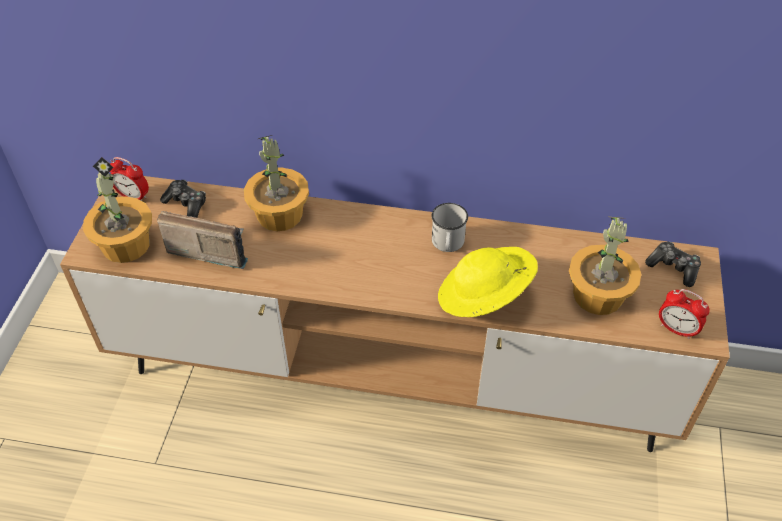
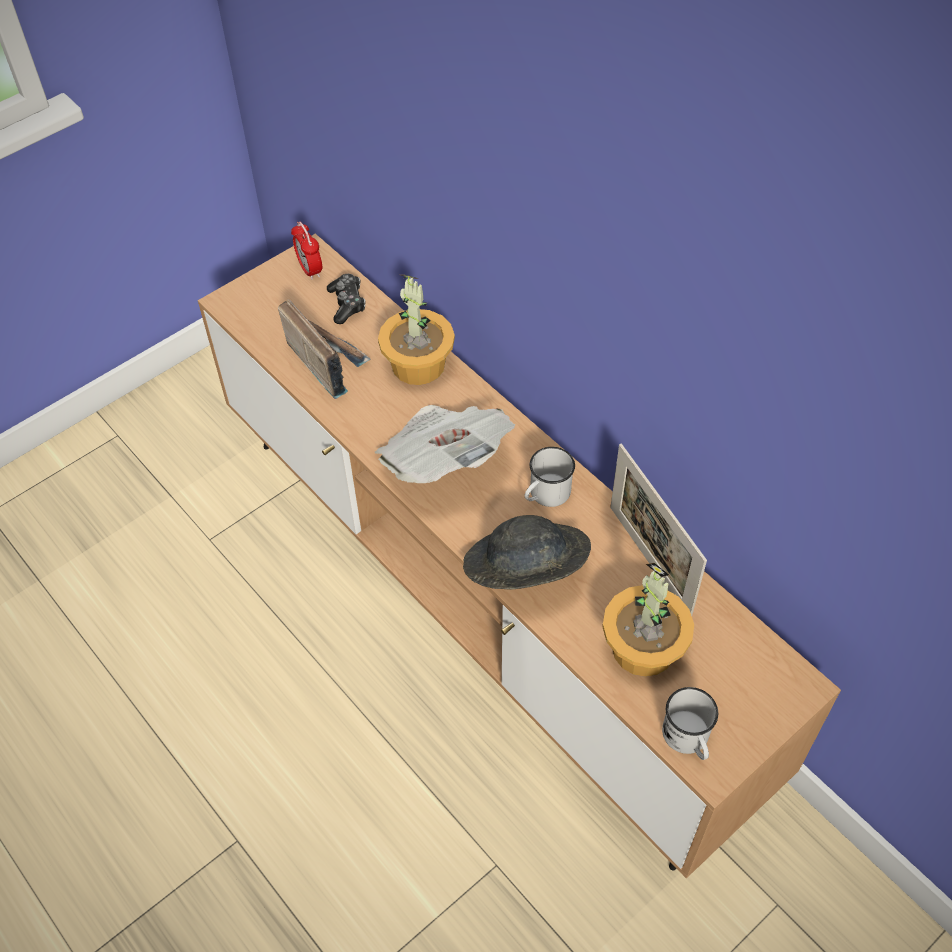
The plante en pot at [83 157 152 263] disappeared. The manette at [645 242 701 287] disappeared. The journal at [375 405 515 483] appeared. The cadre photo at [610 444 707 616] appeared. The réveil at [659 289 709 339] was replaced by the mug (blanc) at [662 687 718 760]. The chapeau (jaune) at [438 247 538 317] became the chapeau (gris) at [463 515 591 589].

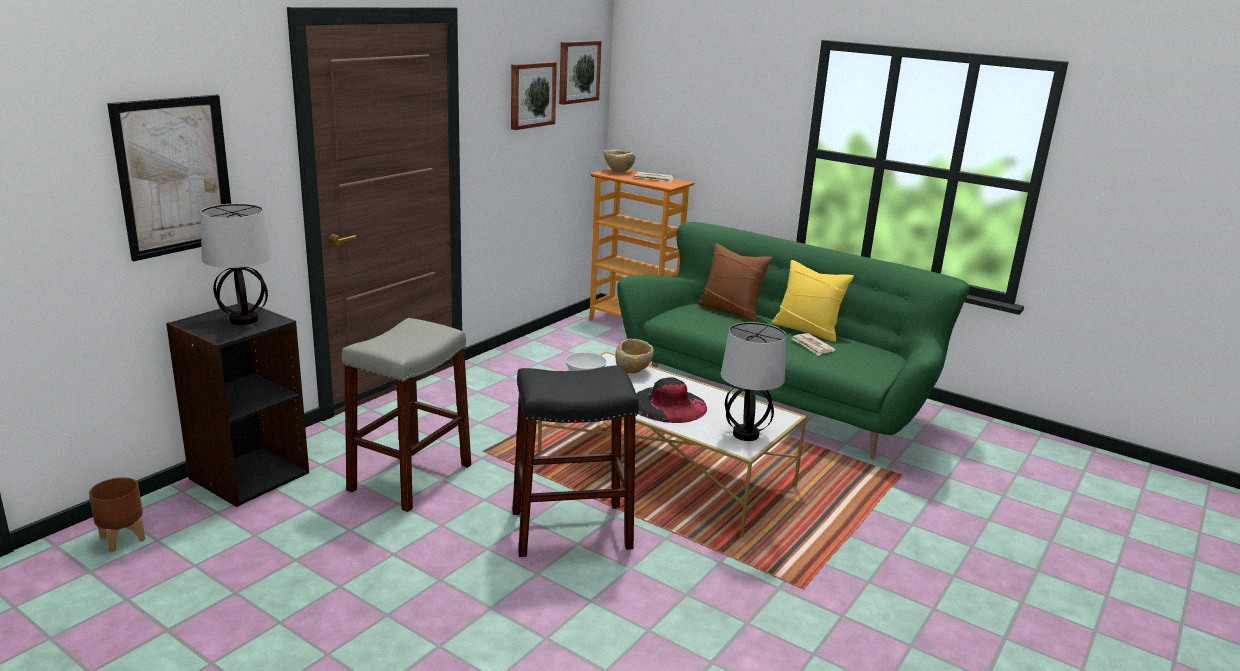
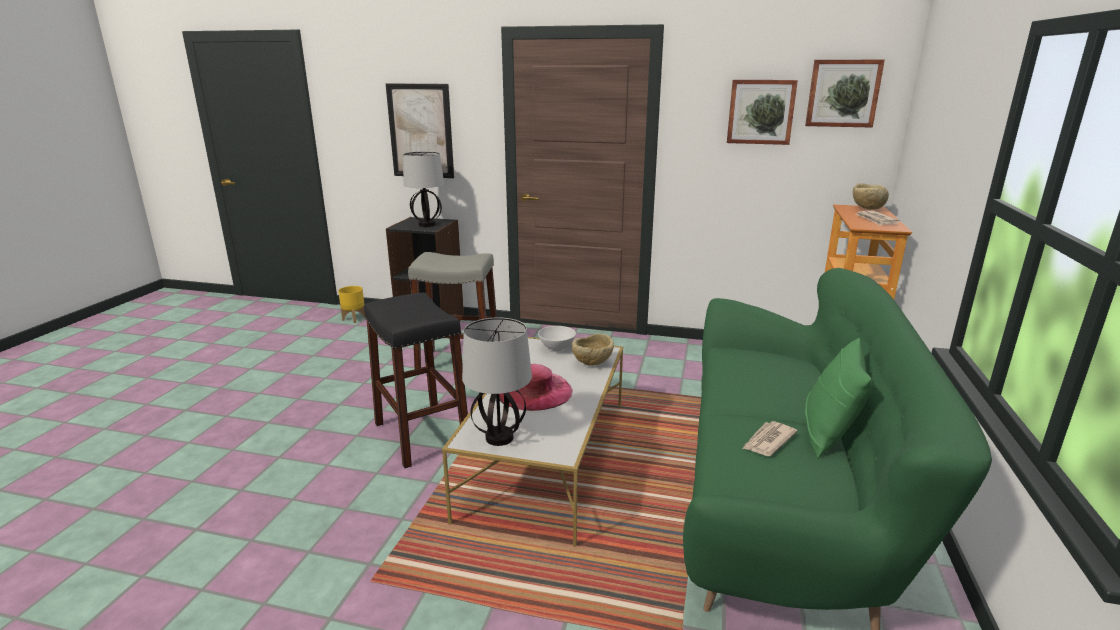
The coussin (marron) at [698 243 772 321] disappeared. The cache-pot (marron) at [89 477 145 552] became the cache-pot (jaune) at [338 286 365 323]. The chapeau (noir) at [636 377 707 423] became the chapeau (rose) at [499 364 573 411]. The coussin (jaune) at [772 260 854 342] became the coussin (vert) at [805 338 873 458].

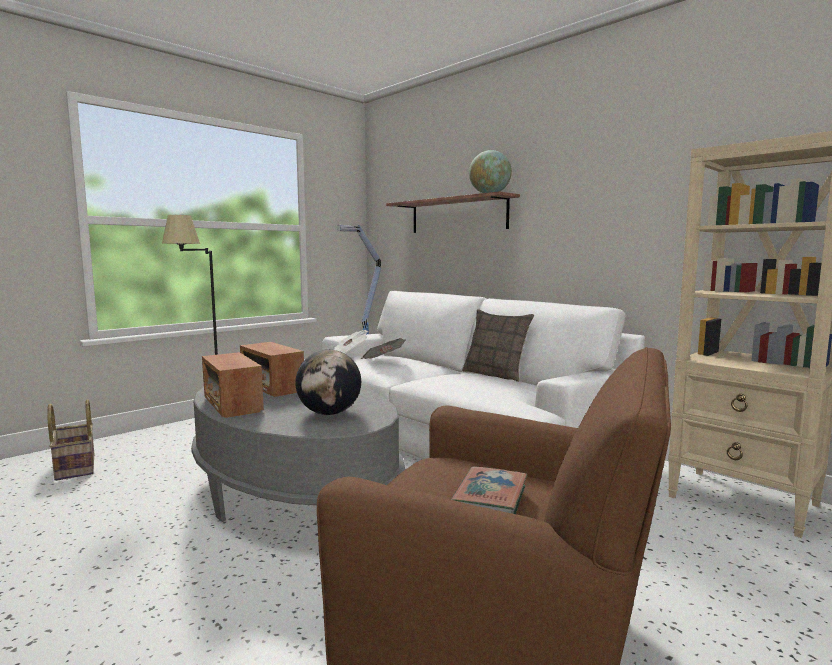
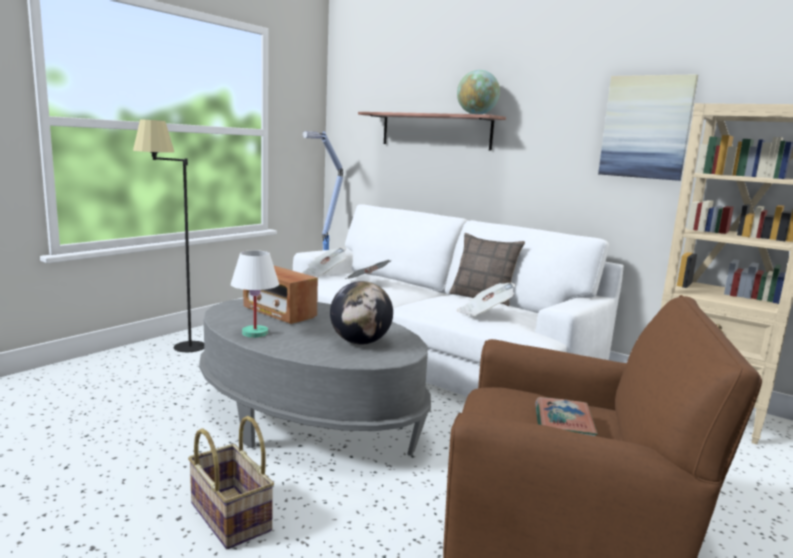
The journal at [457 283 516 316] appeared. The tableau at [598 74 698 181] appeared. The panier moved from [47 399 94 481] to [188 416 274 549]. The radio at [202 352 264 418] was replaced by the lampe de table (blanc) at [230 250 279 338].

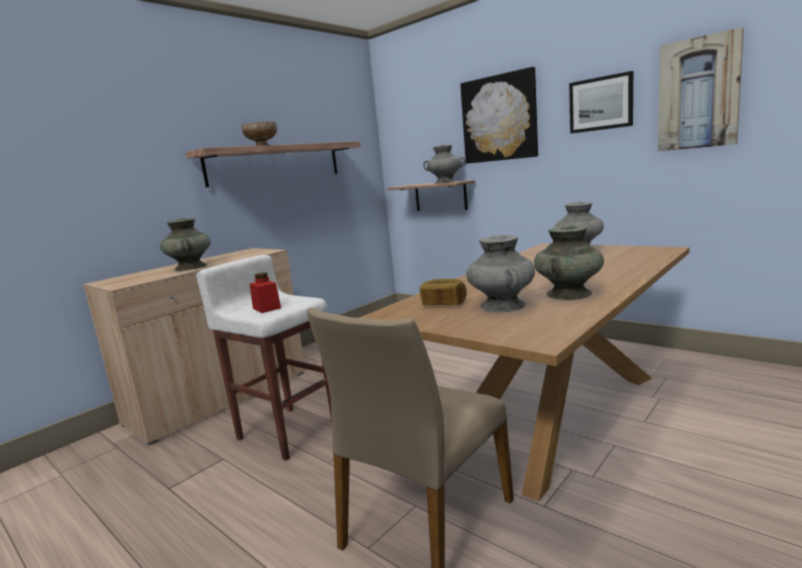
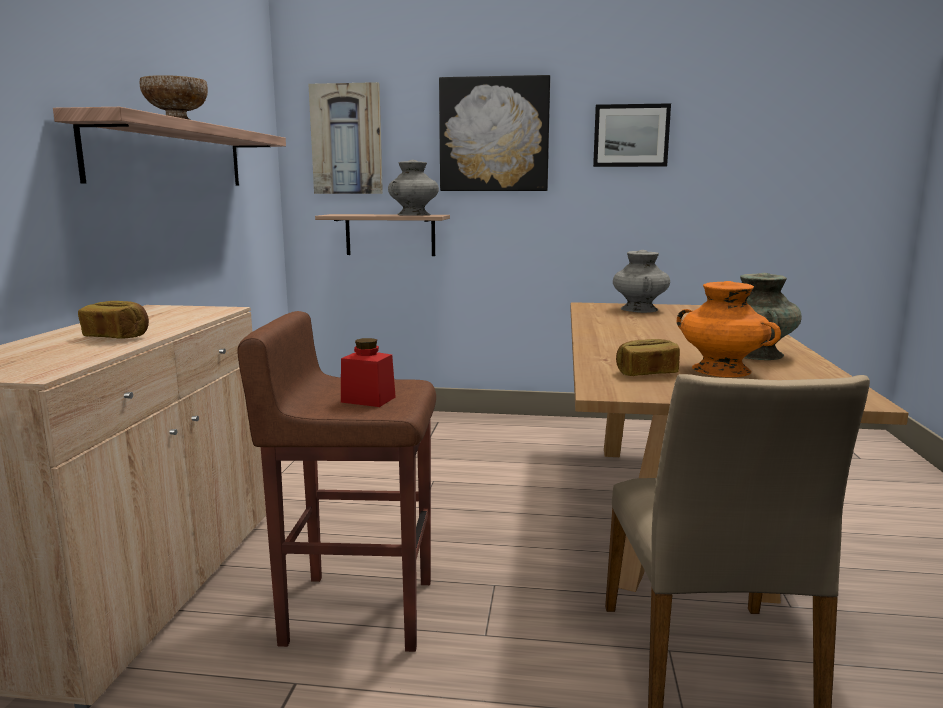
The tableau moved from [658 27 744 152] to [308 82 383 194]. The vase (turquoise) at [160 218 211 271] was replaced by the pain at [78 301 149 339]. The tabouret (blanc) at [196 255 332 460] became the tabouret (marron) at [237 311 436 652]. The vase (gris) at [466 235 535 312] became the vase (orange) at [676 281 781 377].

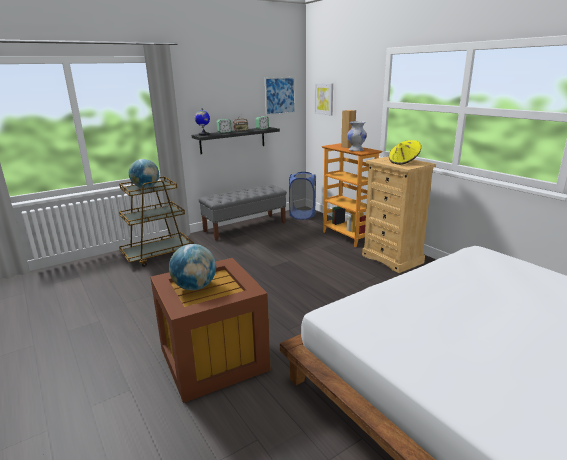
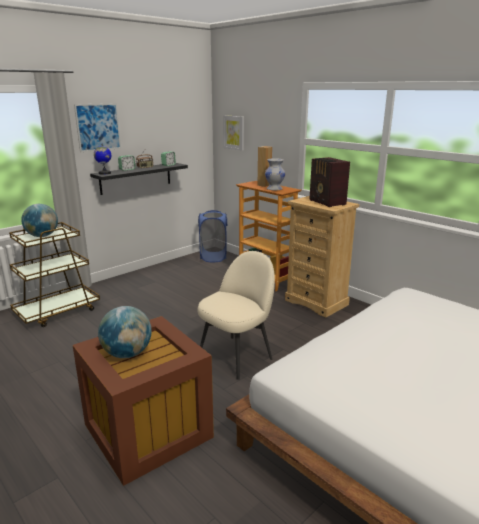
The banc (gris) at [198 184 287 241] disappeared. The chaise (beige) at [198 251 275 380] appeared. The tableau moved from [265 77 295 116] to [74 103 121 152]. The chapeau (jaune) at [389 140 421 165] was replaced by the radio at [309 157 350 207].

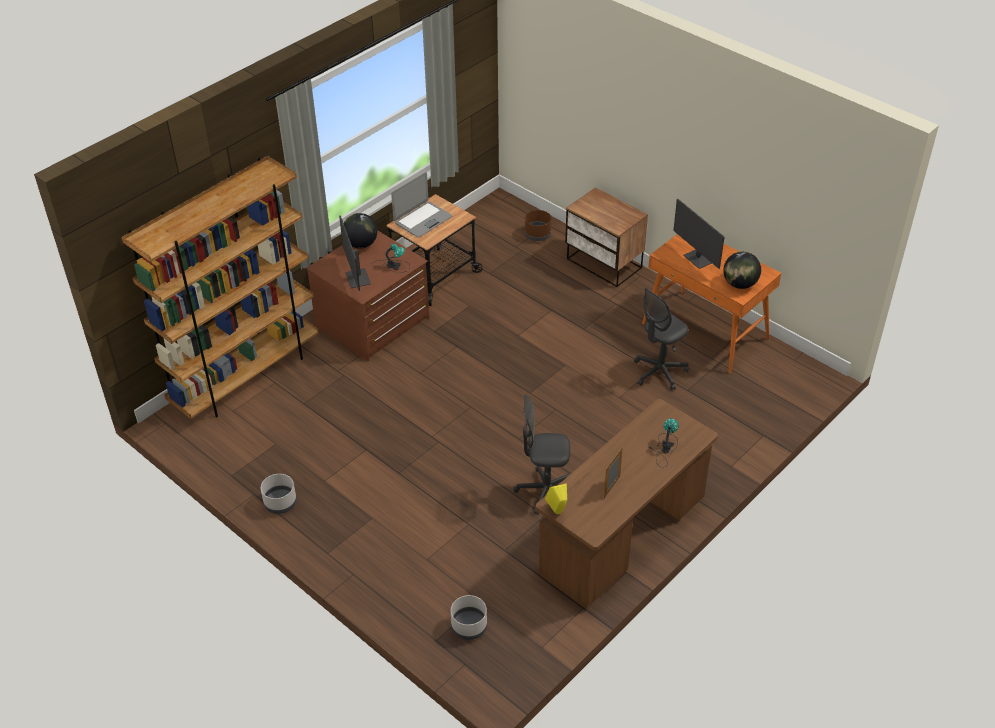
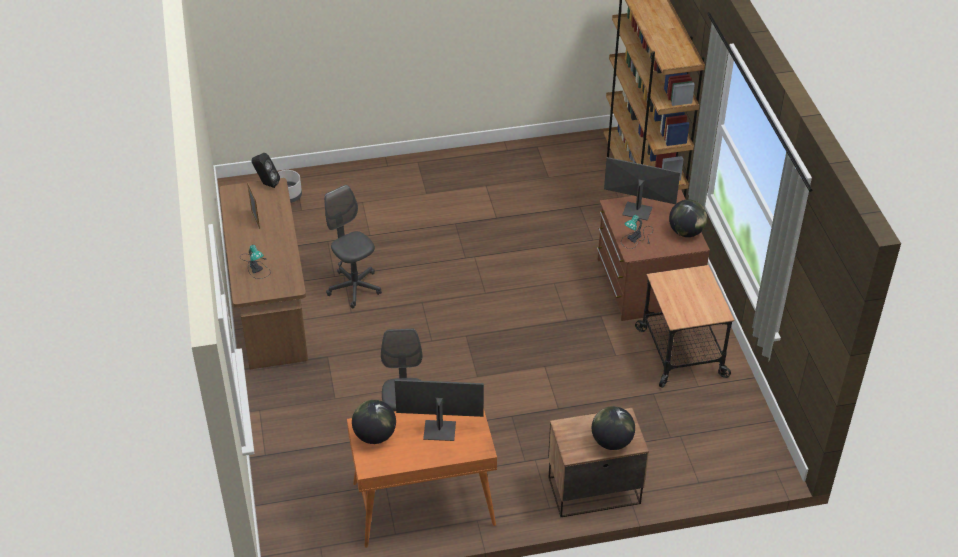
The cache-pot (gris) at [261 474 297 514] disappeared. The ordinateur portable at [391 172 452 237] disappeared. The cache-pot (marron) at [525 210 552 241] disappeared. The globe at [592 406 635 450] appeared. The enceinte (jaune) at [545 483 567 514] became the enceinte (noir) at [251 153 280 188]. The chaise de bureau (gris) at [514 394 571 515] turned 75 degrees counterclockwise.

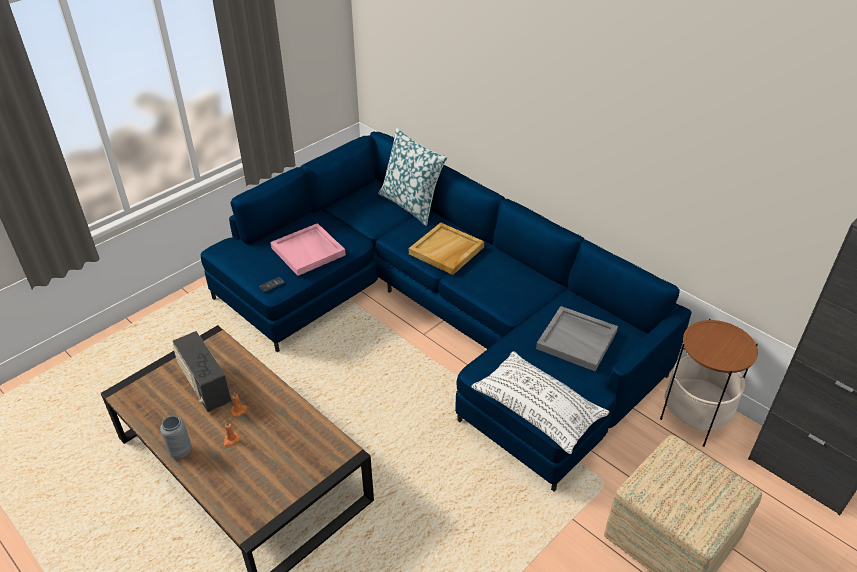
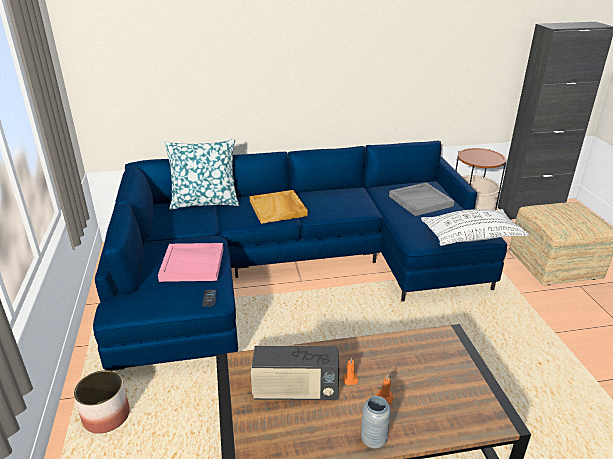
The cache-pot at [74 370 130 434] appeared.

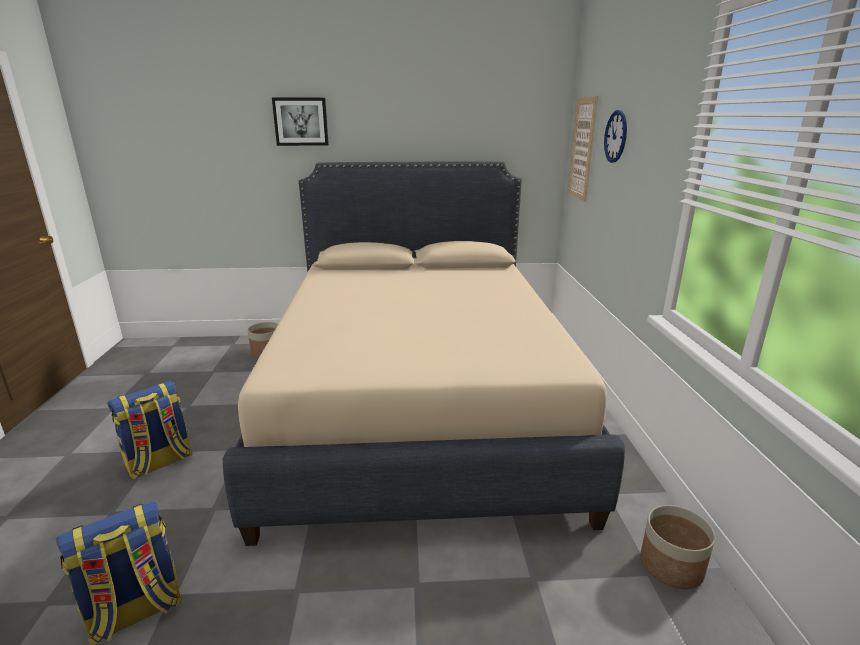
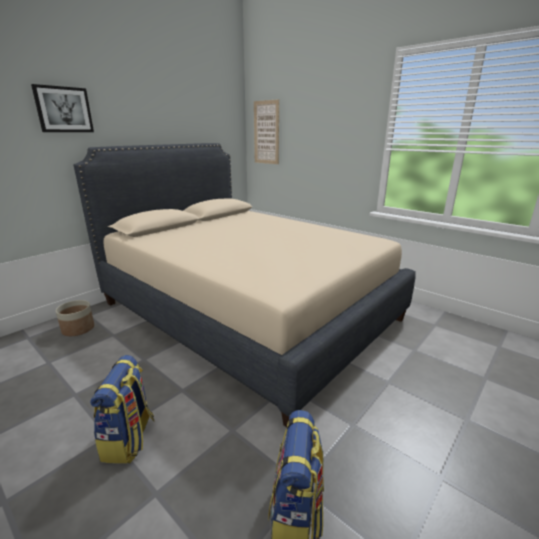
The horloge murale at [604 110 627 163] disappeared. The cache-pot at [640 505 715 589] disappeared.

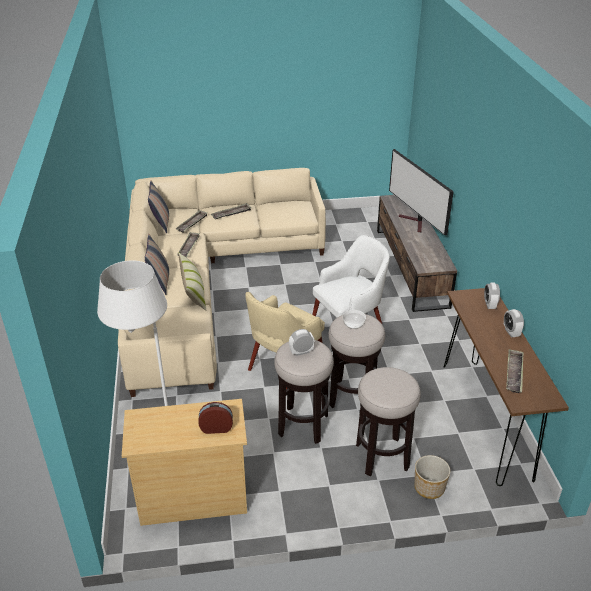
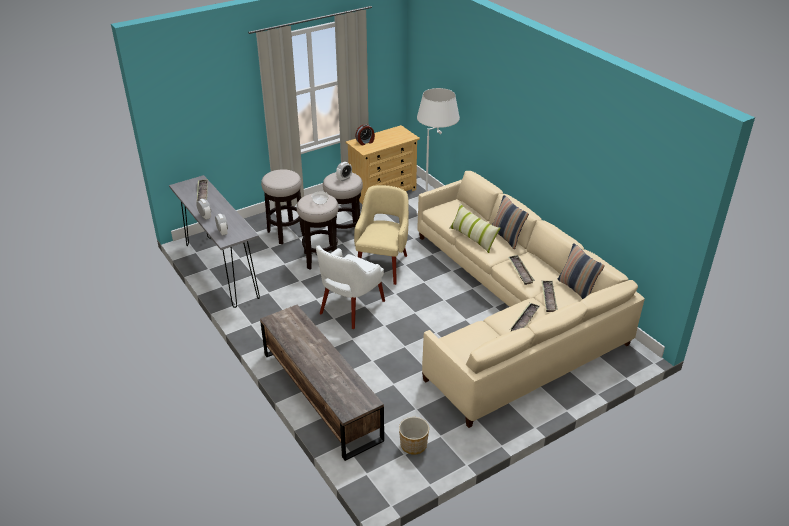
The téléviseur at [389 149 454 236] disappeared. The cache-pot moved from [414 455 450 499] to [399 417 429 455]. The table console (marron) at [444 288 569 486] became the table console (gris) at [169 175 260 308].

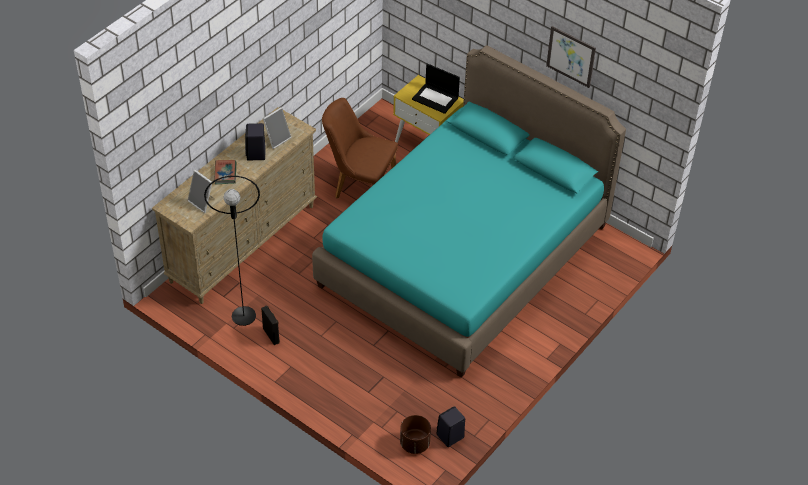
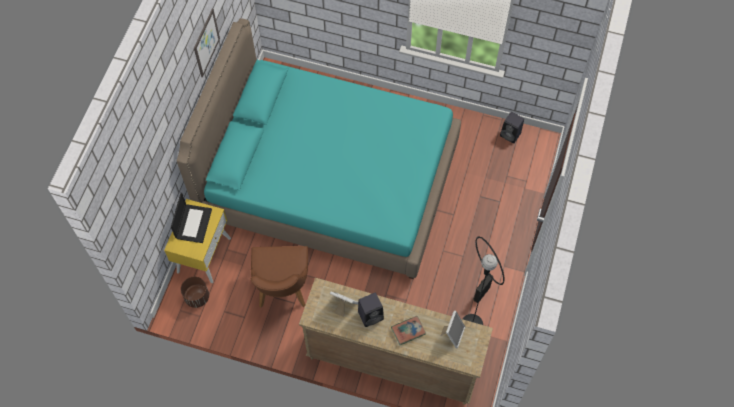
The cache-pot (marron) moved from [400 415 431 454] to [181 277 209 308].

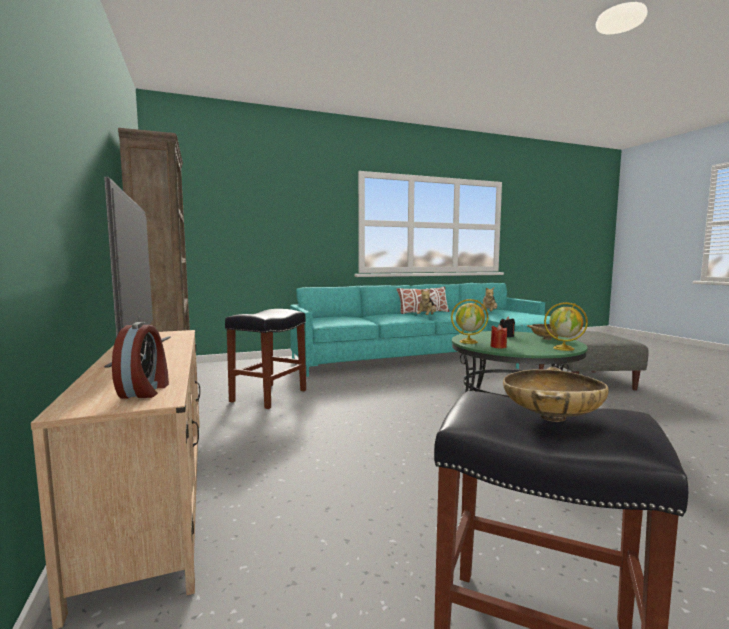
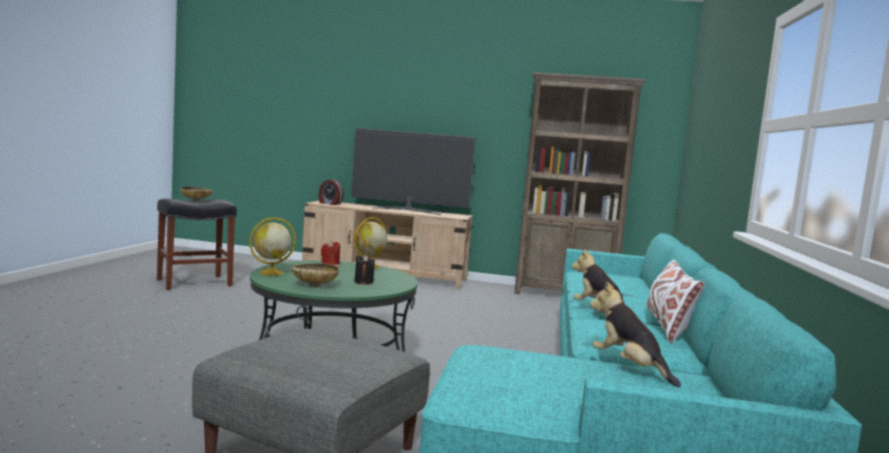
The tabouret (noir) at [225 309 306 409] disappeared.

